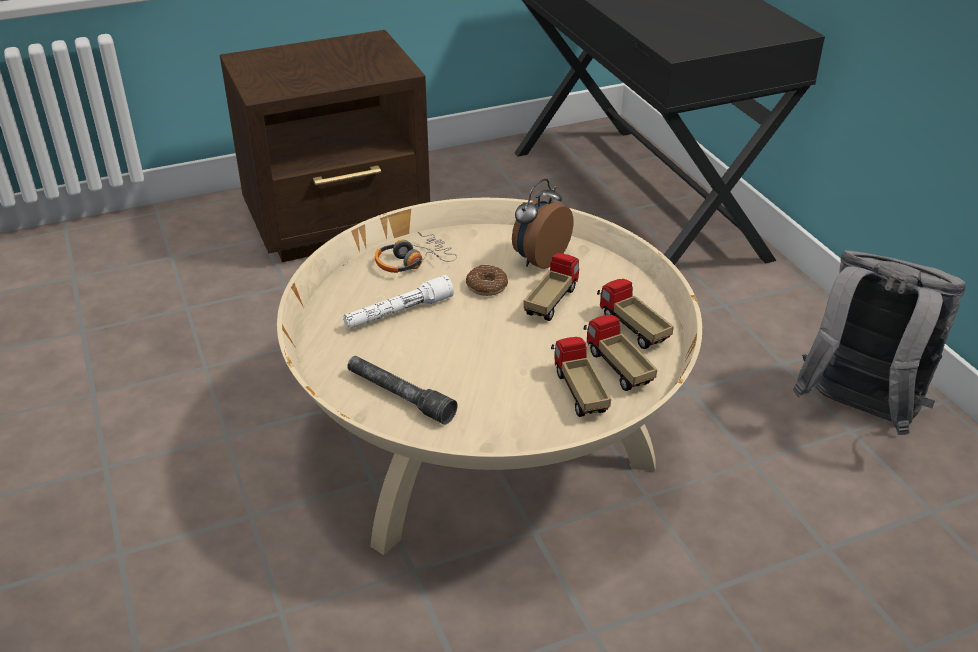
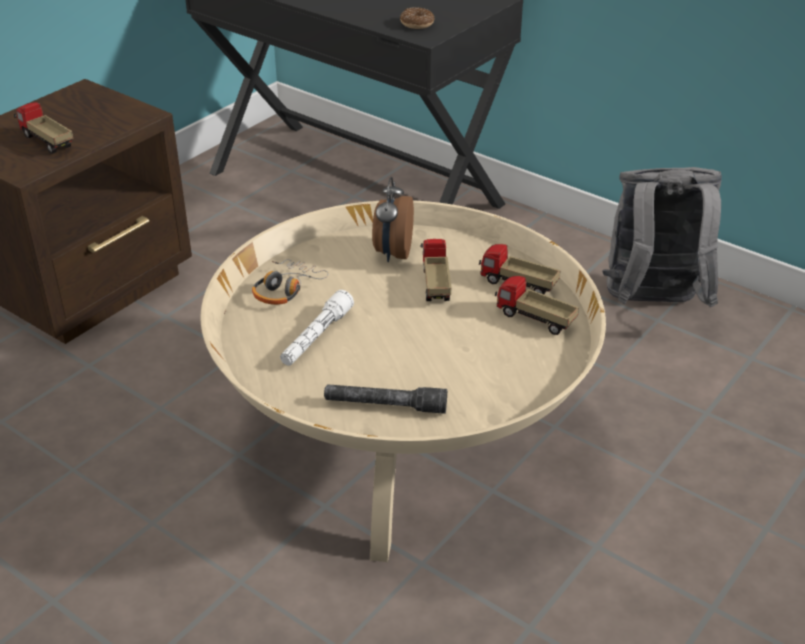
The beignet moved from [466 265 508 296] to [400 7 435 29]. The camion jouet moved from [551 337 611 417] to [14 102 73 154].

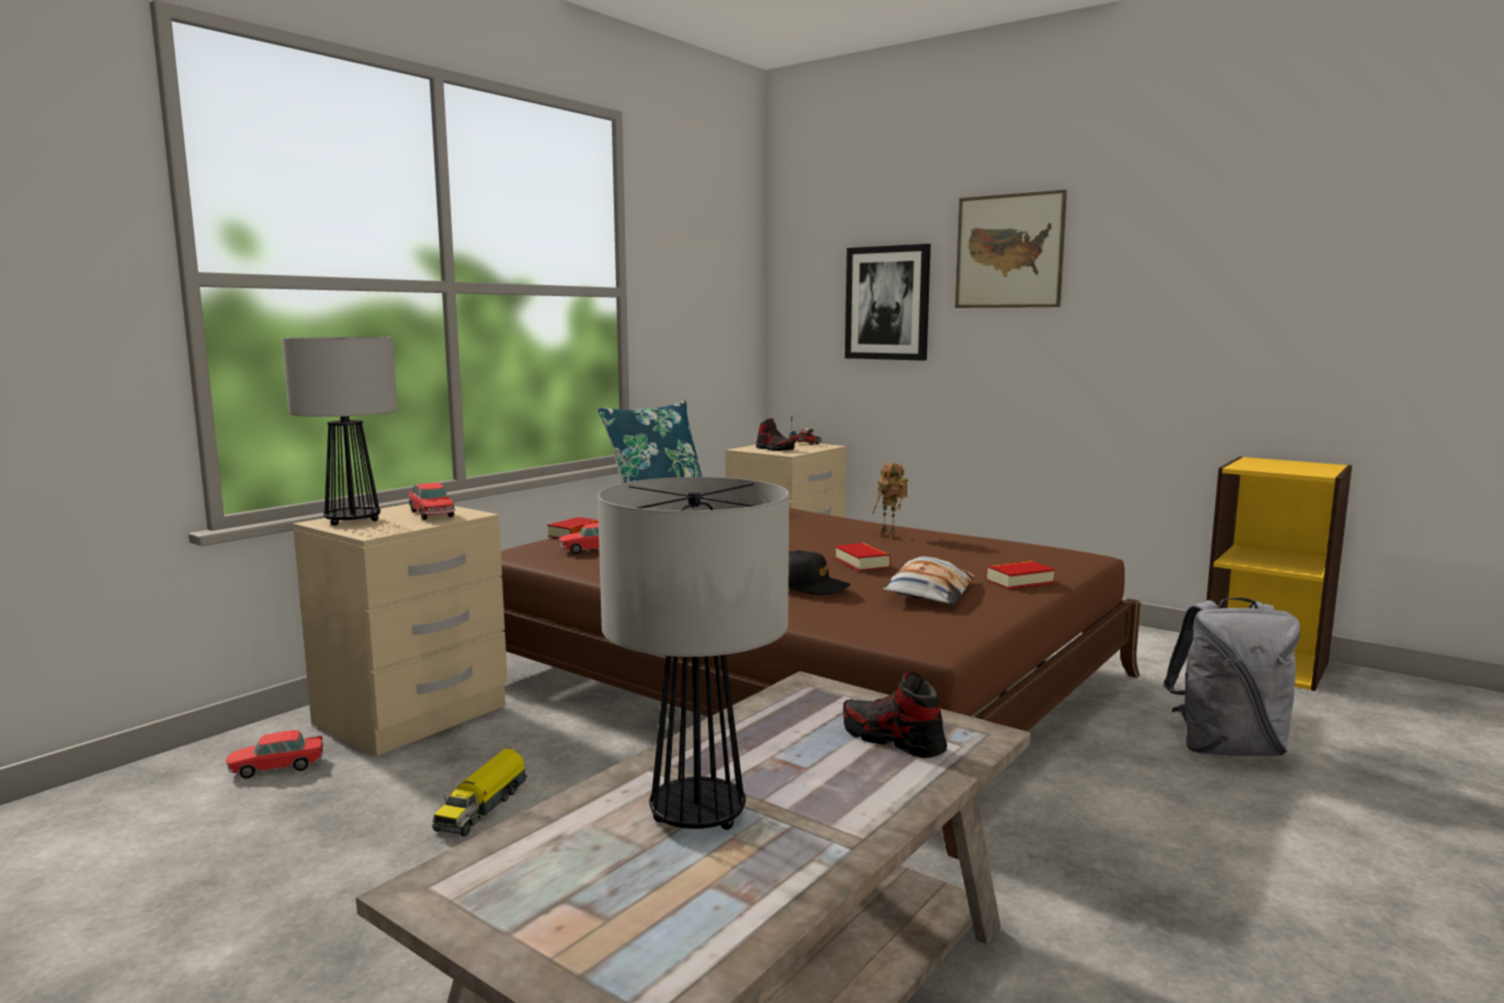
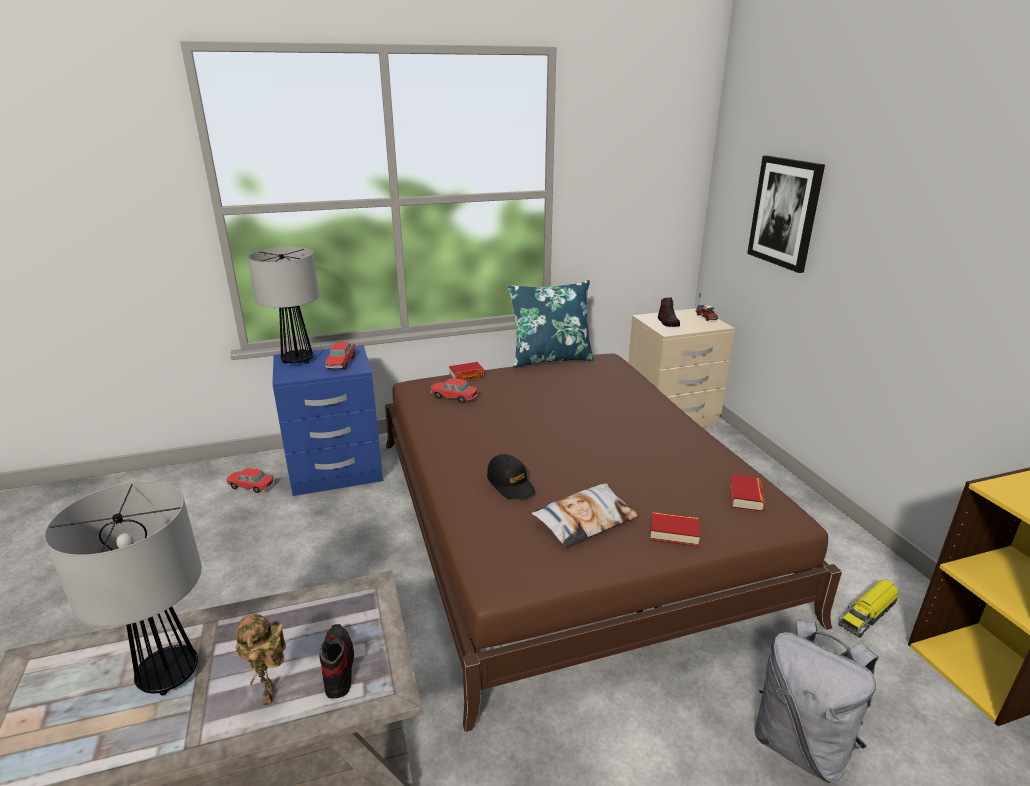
The tableau at [955 190 1067 308] disappeared. The camion jouet moved from [432 748 527 837] to [839 579 898 638]. The livre moved from [835 543 891 571] to [729 474 765 511]. The robot jouet moved from [872 463 908 538] to [236 614 286 705]. The table de chevet (beige) at [293 504 508 756] became the table de chevet (bleu) at [272 345 383 496].

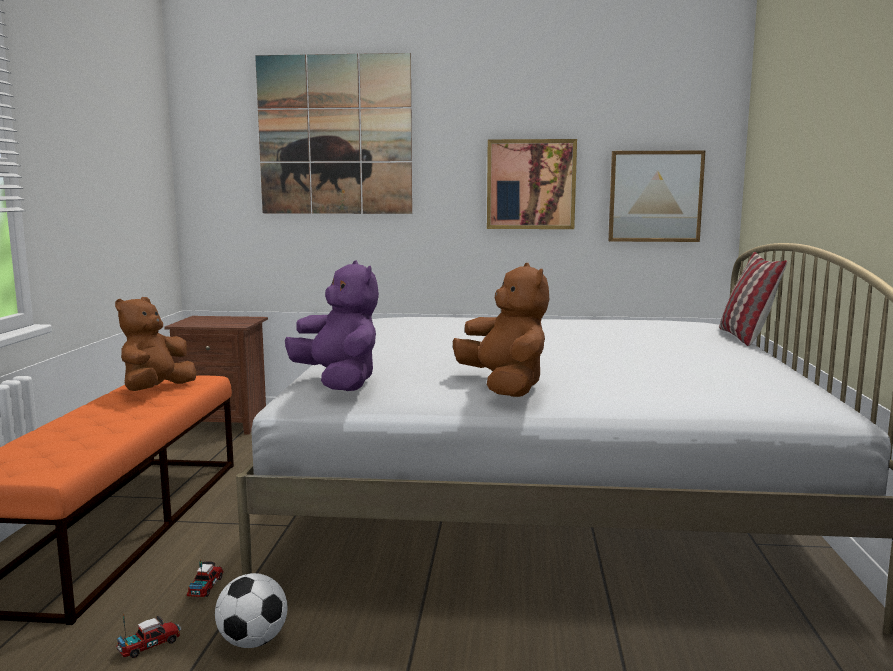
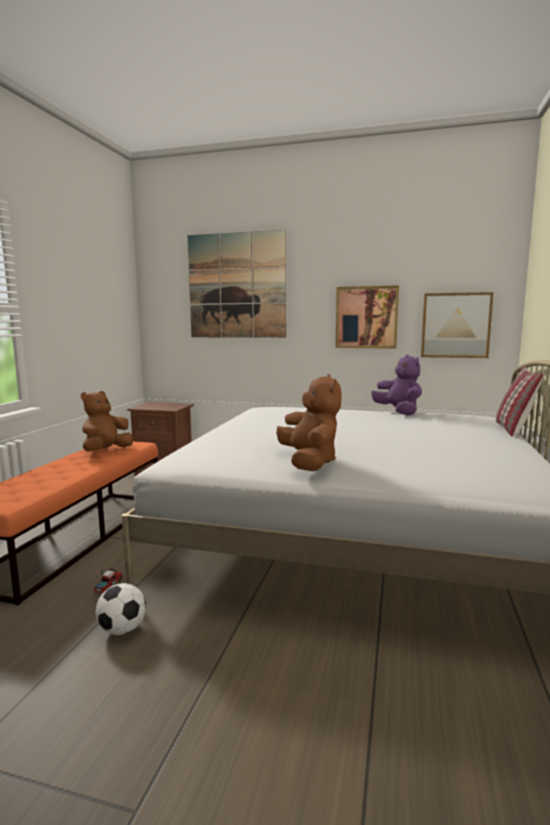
The camion jouet at [116 614 181 658] disappeared. The peluche (violet) moved from [285 260 379 391] to [371 355 422 415].

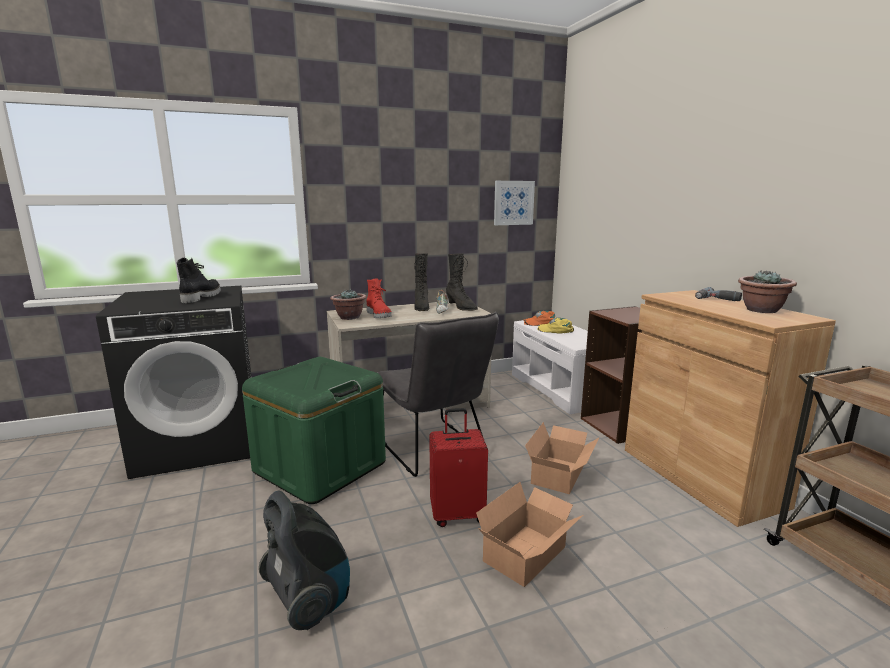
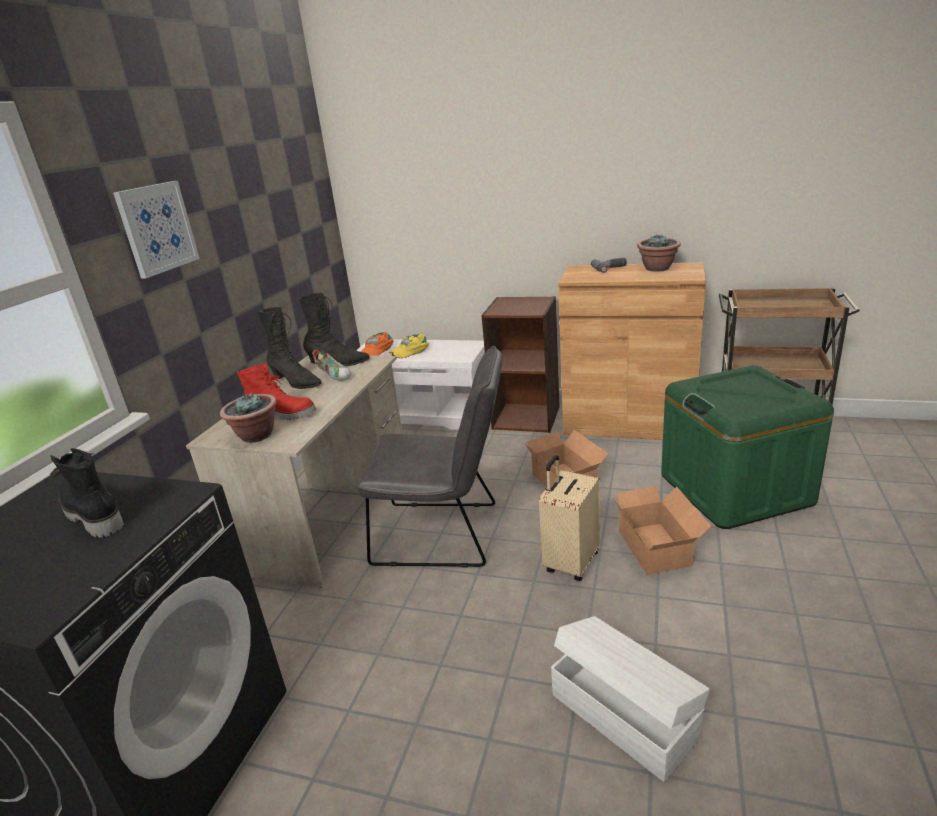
The boîte de rangement (vert) moved from [242 357 386 504] to [661 365 834 529]. The tableau moved from [494 181 535 225] to [113 181 200 279]. The aspirateur at [259 490 350 630] was replaced by the boîte de rangement (blanc) at [551 616 710 782]. The valise (rouge) at [429 408 488 527] became the valise (beige) at [539 455 600 581].

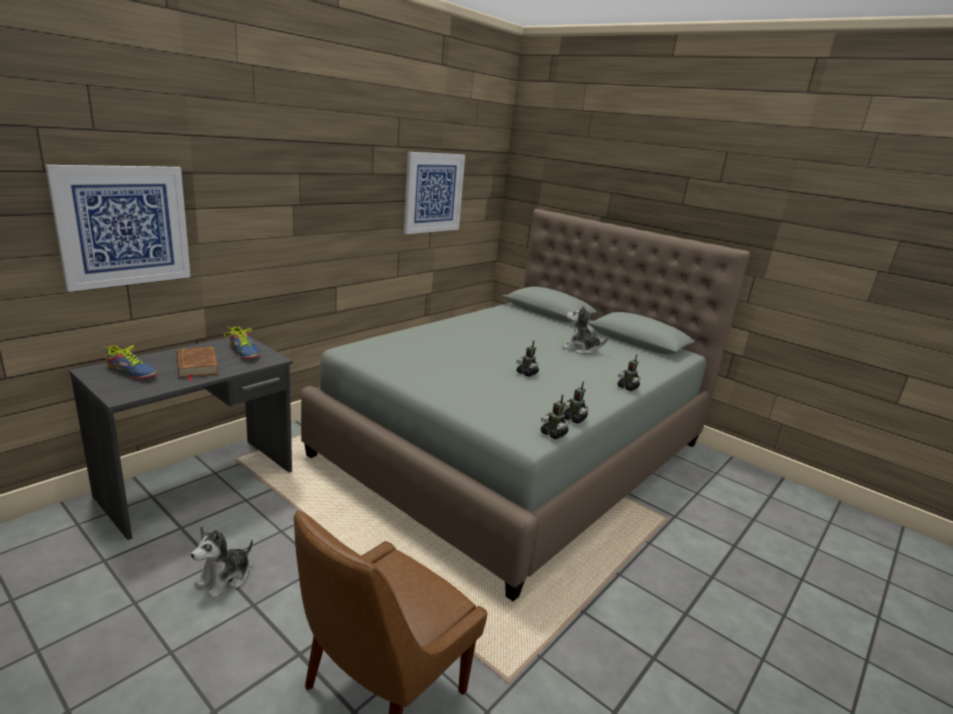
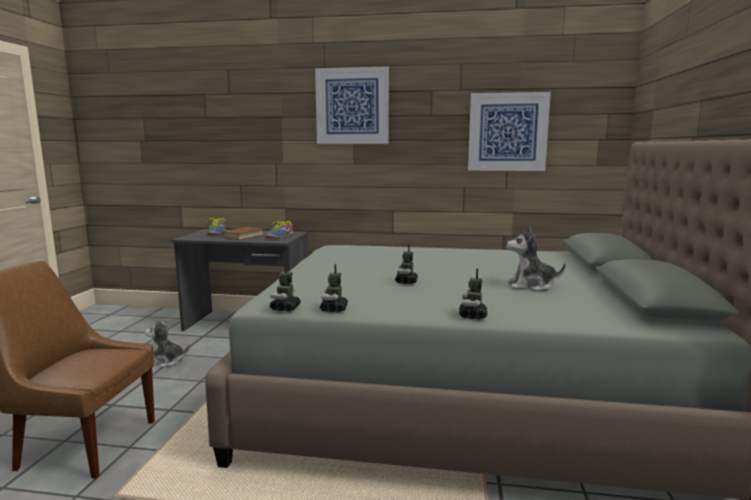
The tableau moved from [45 165 191 292] to [315 66 389 144]. The peluche at [563 305 608 354] turned 75 degrees counterclockwise.

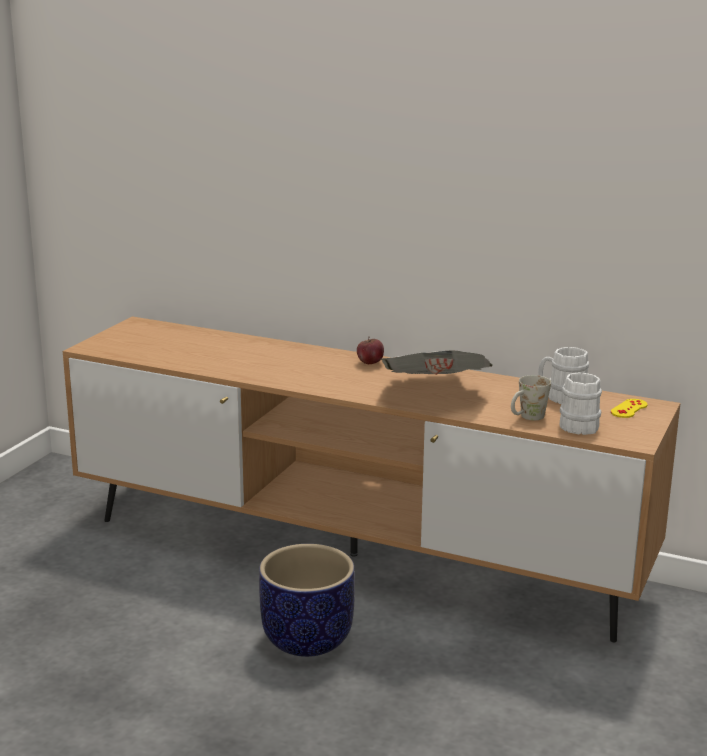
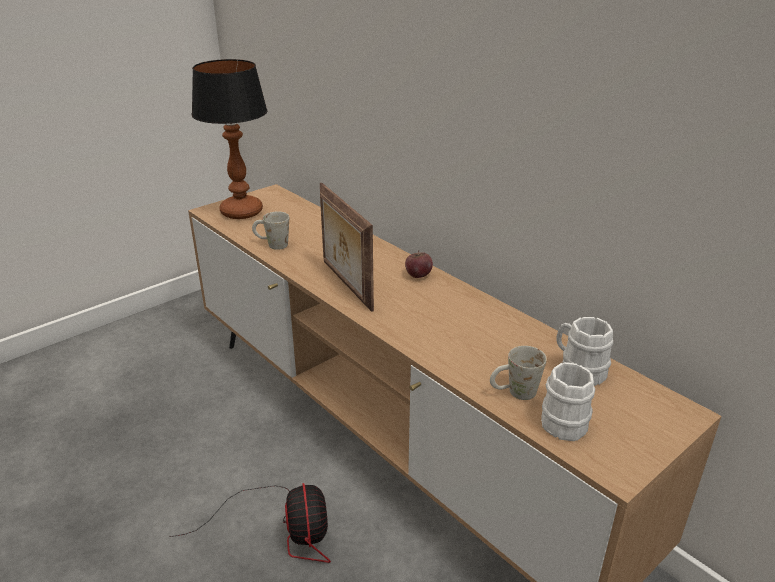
The journal at [381 351 493 375] disappeared. The manette (jaune) at [611 399 648 418] disappeared. The lampe de table at [191 59 267 219] appeared. The mug (blanc) at [252 212 289 250] appeared. The cadre photo at [320 183 374 312] appeared. The cache-pot at [259 544 355 657] was replaced by the ventilateur at [169 483 331 563].

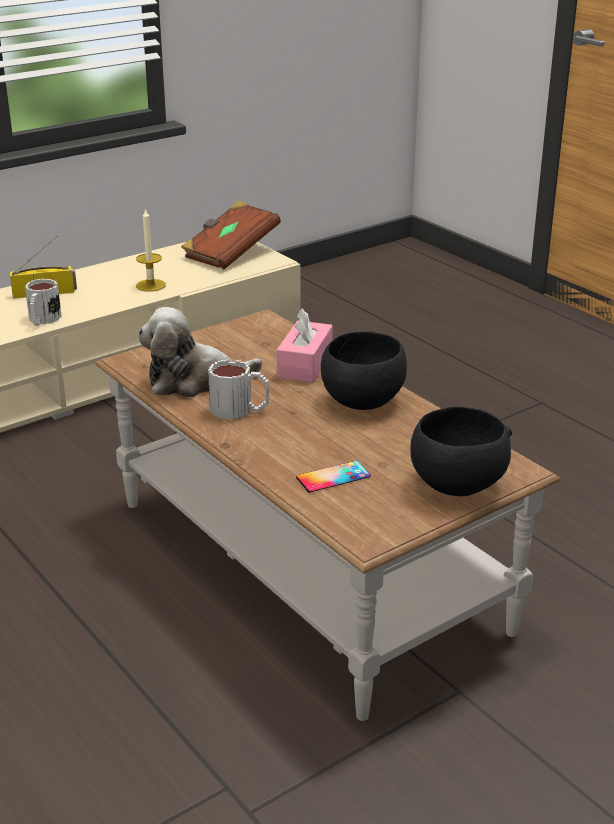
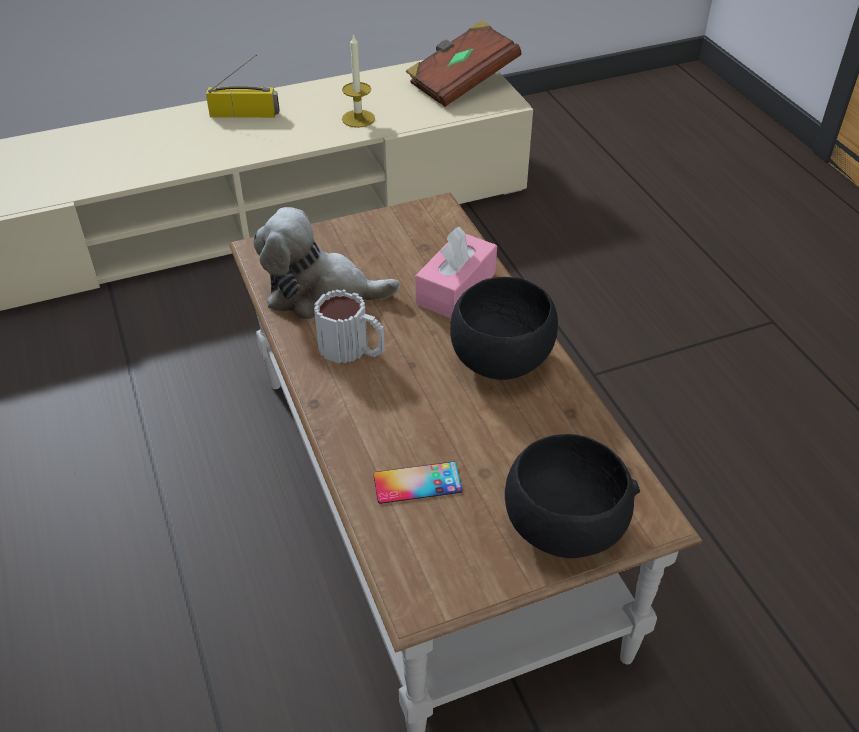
The mug at [25 279 62 326] disappeared.

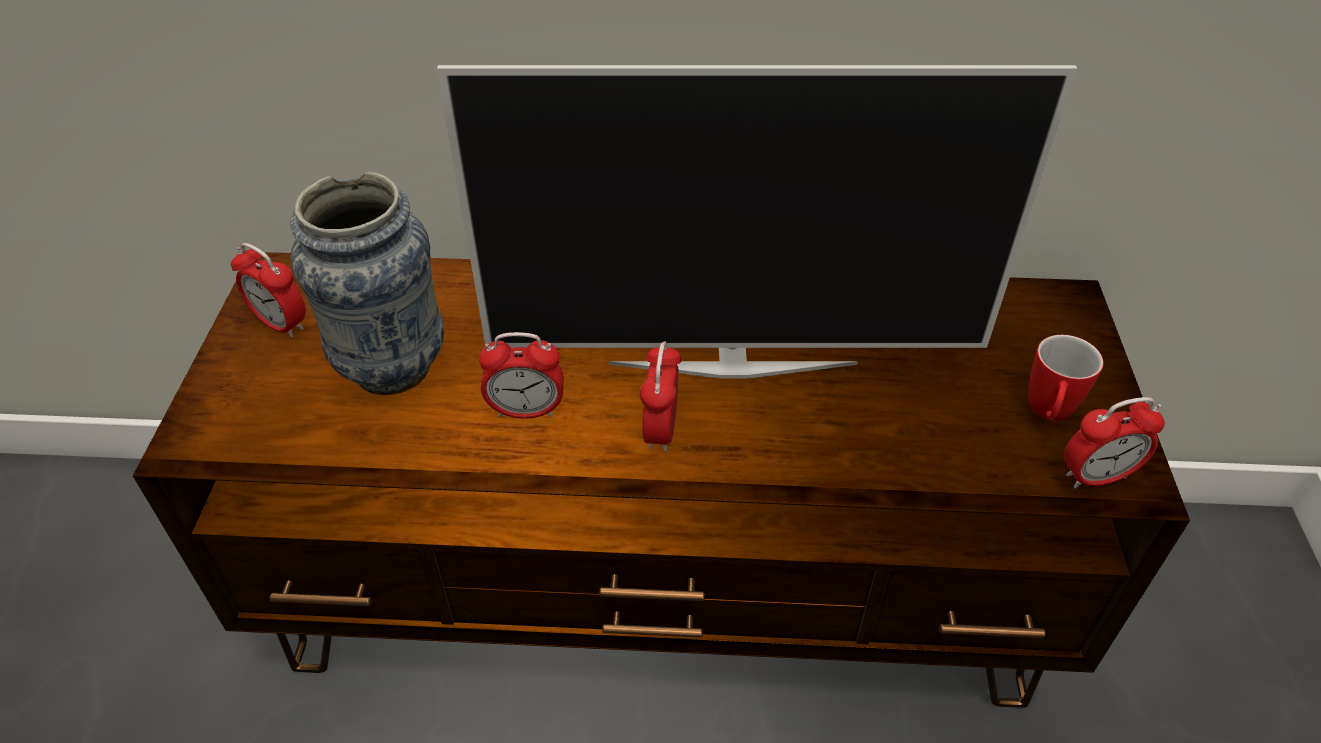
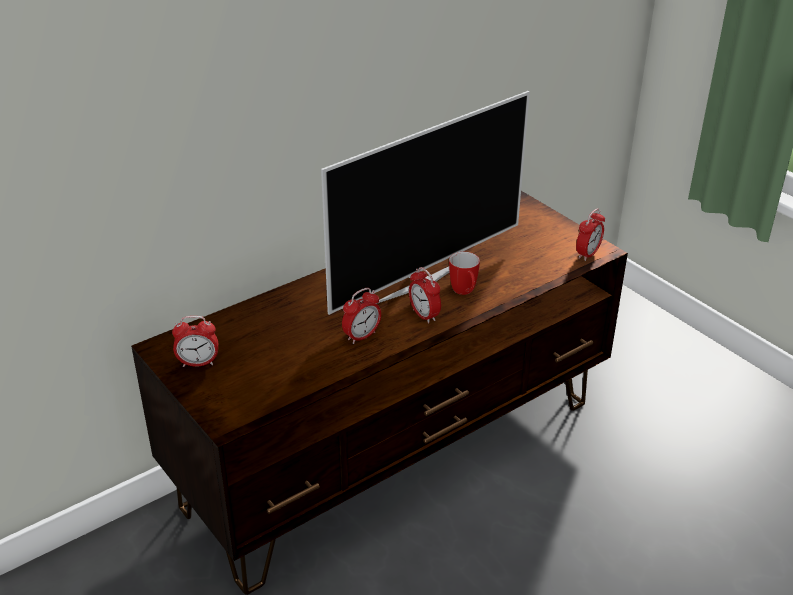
The vase at [290 172 444 395] disappeared. The mug moved from [1028 335 1104 421] to [449 252 480 295].

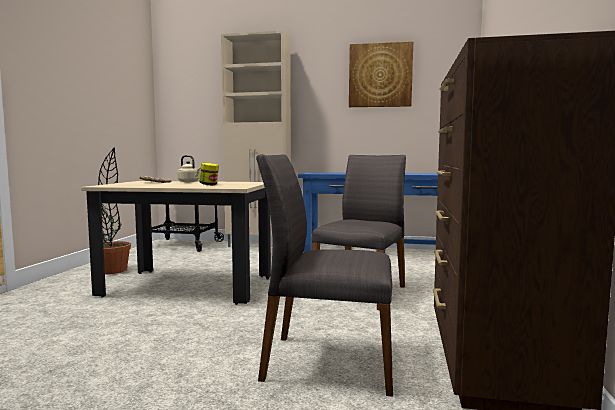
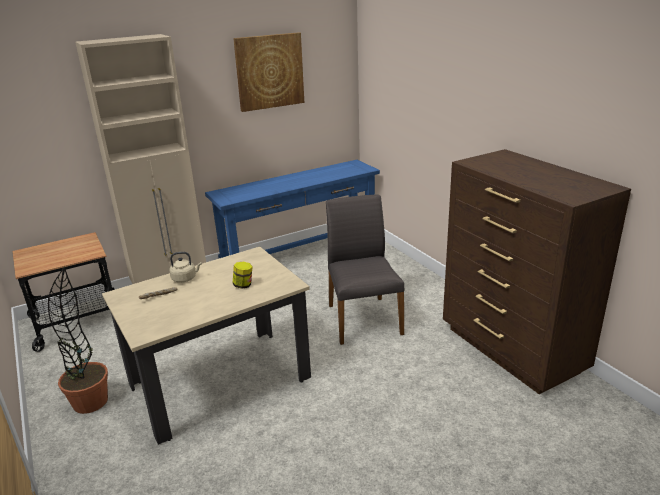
The chaise (gris) at [256 154 393 397] disappeared.

